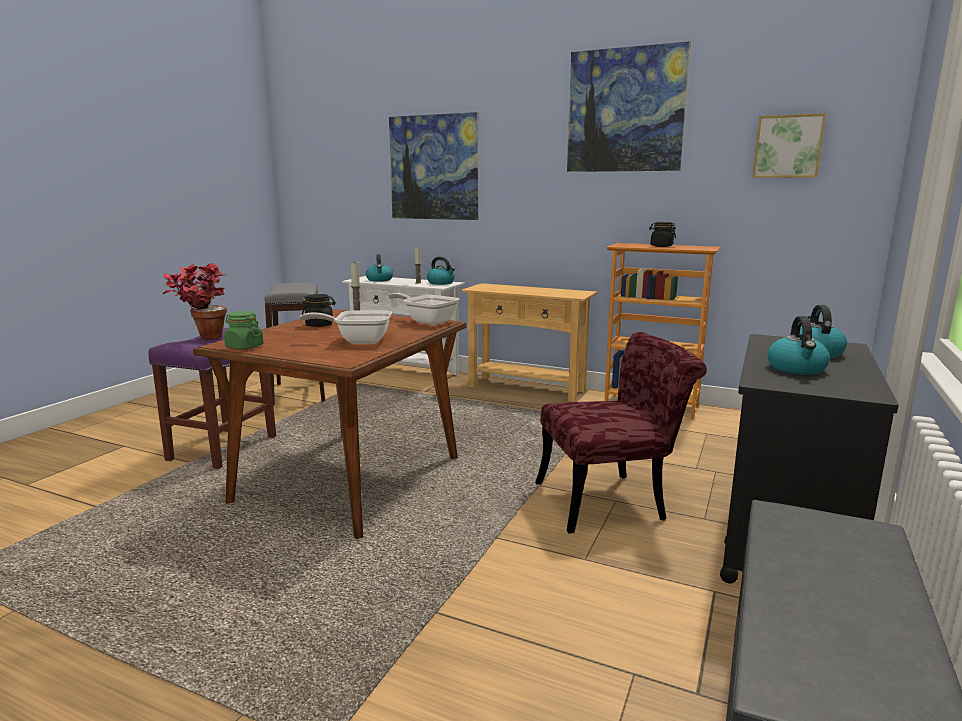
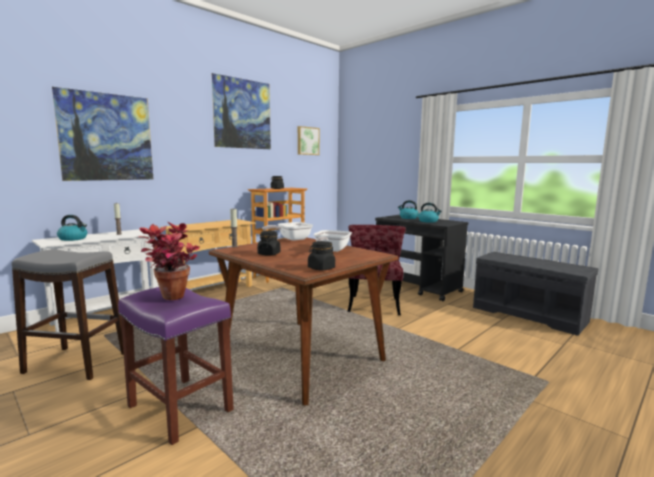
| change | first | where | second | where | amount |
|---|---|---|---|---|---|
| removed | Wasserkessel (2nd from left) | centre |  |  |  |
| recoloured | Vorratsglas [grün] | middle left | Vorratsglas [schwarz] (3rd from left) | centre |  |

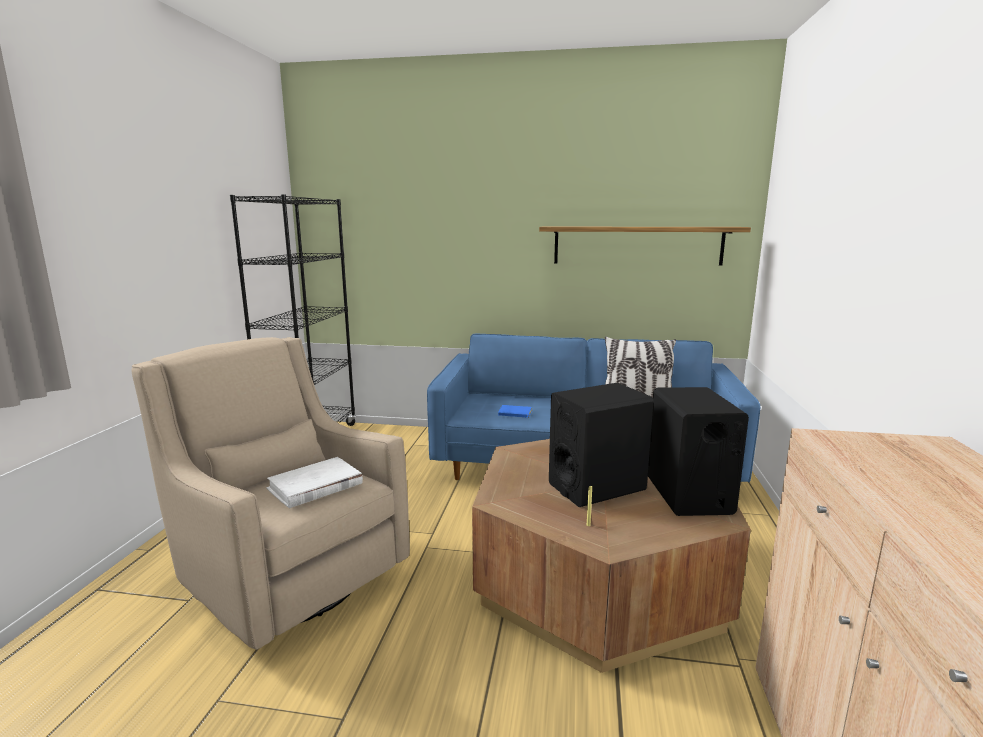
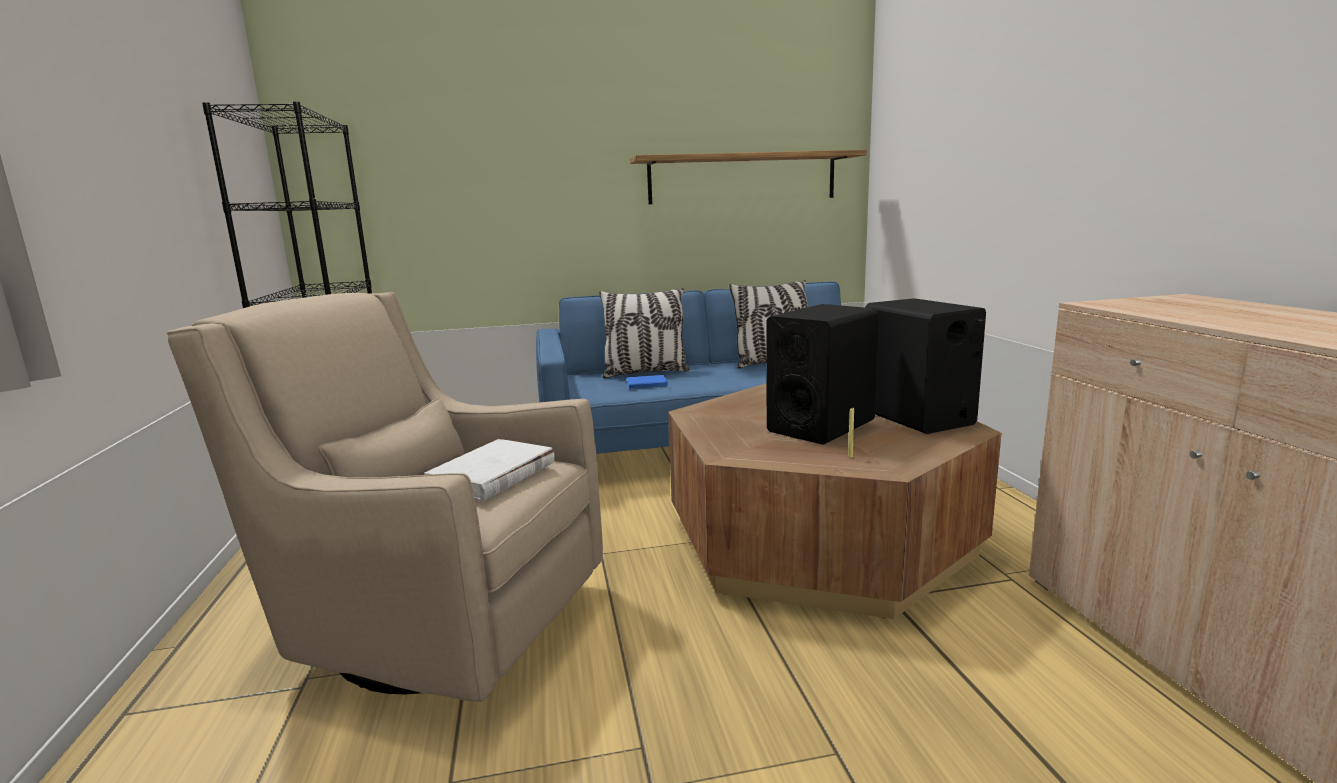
| change | first | where | second | where | amount |
|---|---|---|---|---|---|
| added |  |  | Kissen (1st from left) | centre |  |

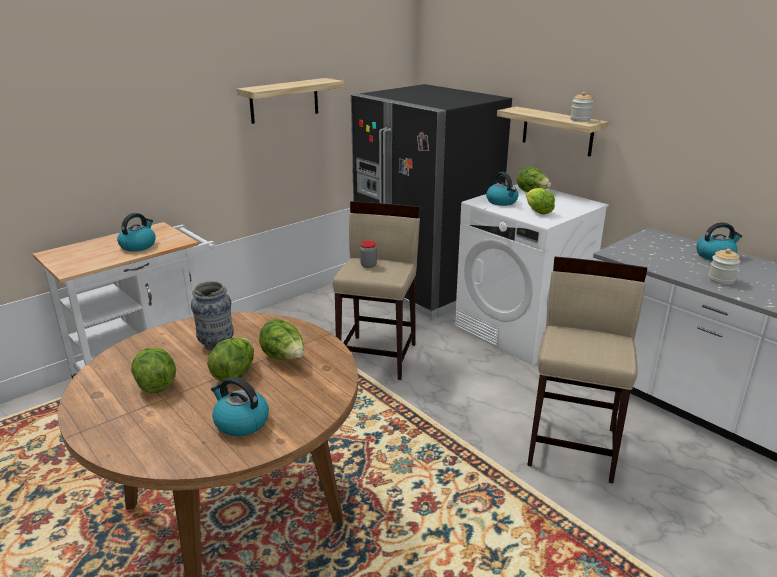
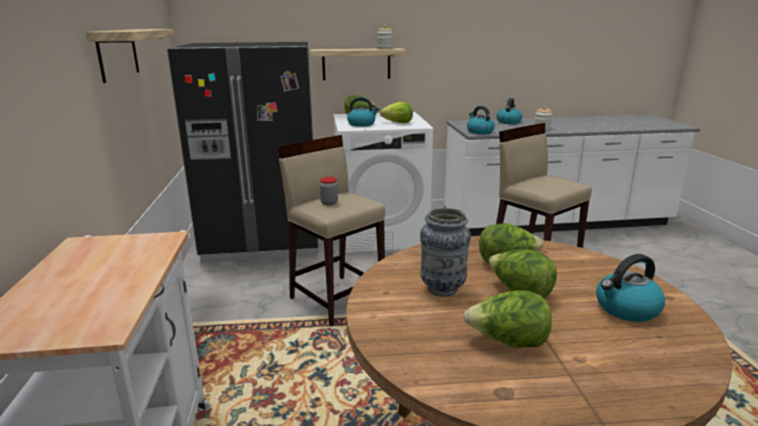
| change | first | where | second | where | amount |
|---|---|---|---|---|---|
| moved | Wasserkessel (1st from left in the first image) | middle left | Wasserkessel (2nd from left) | top centre |  |

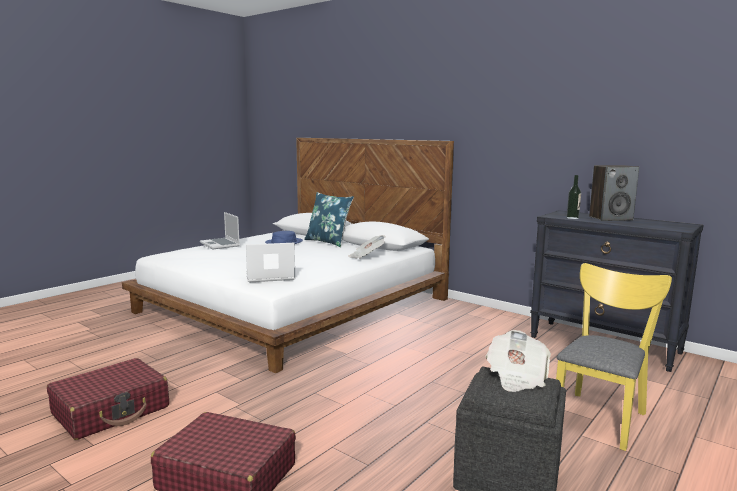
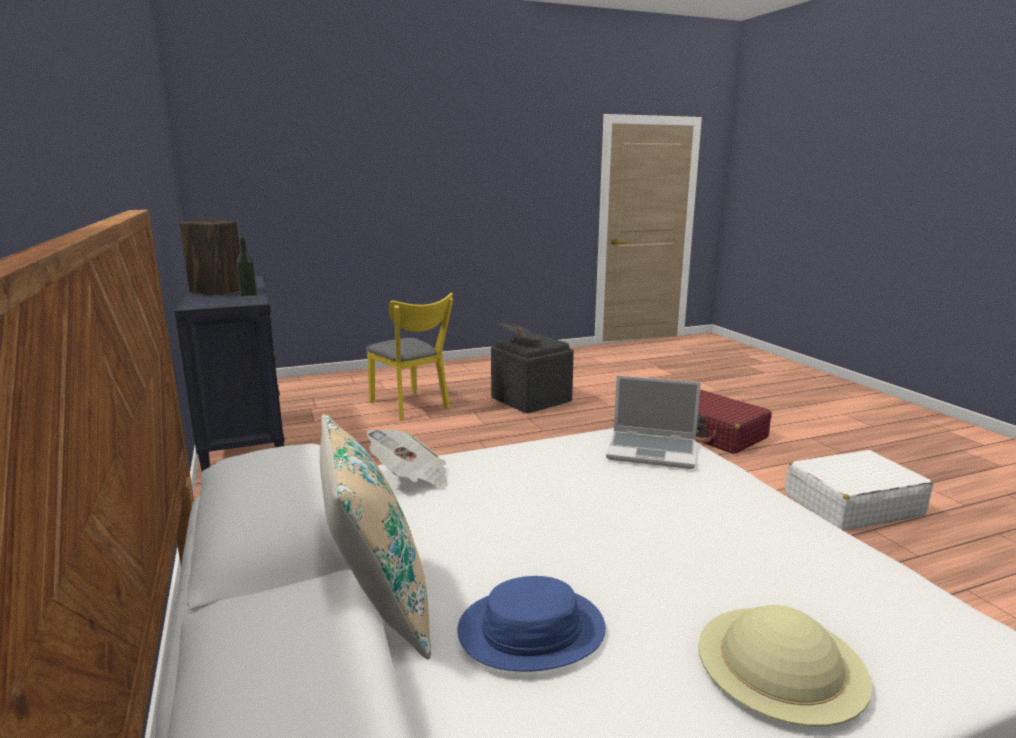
| change | first | where | second | where | amount |
|---|---|---|---|---|---|
| recoloured | Kissen [blau] | centre | Kissen [beige] | bottom centre |  |
| replaced | Laptop (1st from left) | middle left | Hut [beige] | bottom right |  |
| turned | Stuhl [gelb] | bottom right |  | centre | 105 degrees counterclockwise |
| recoloured | Koffer [rot] (1st from left) | bottom left | Koffer [weiß] | middle right |  |

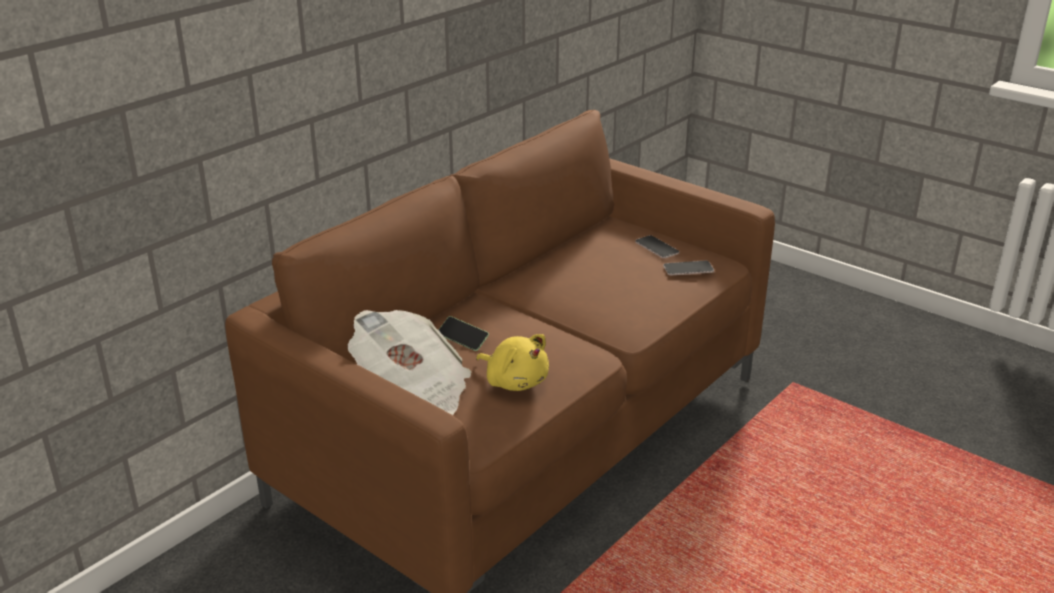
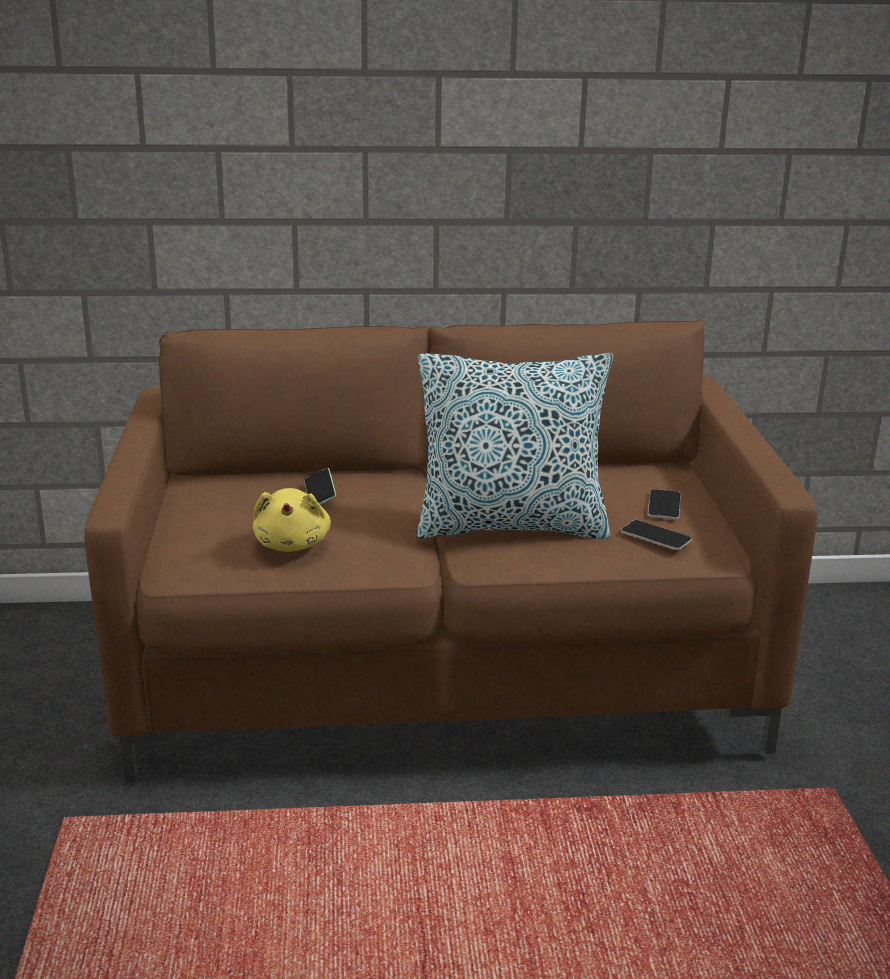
| change | first | where | second | where | amount |
|---|---|---|---|---|---|
| removed | Zeitung | centre |  |  |  |
| added |  |  | Kissen | centre |  |

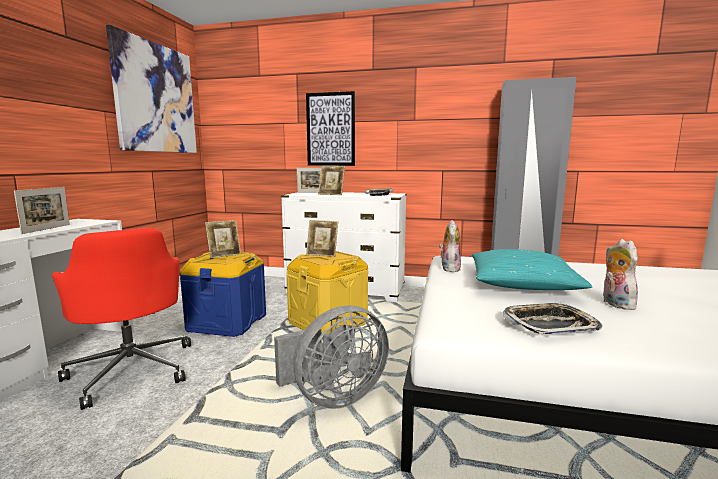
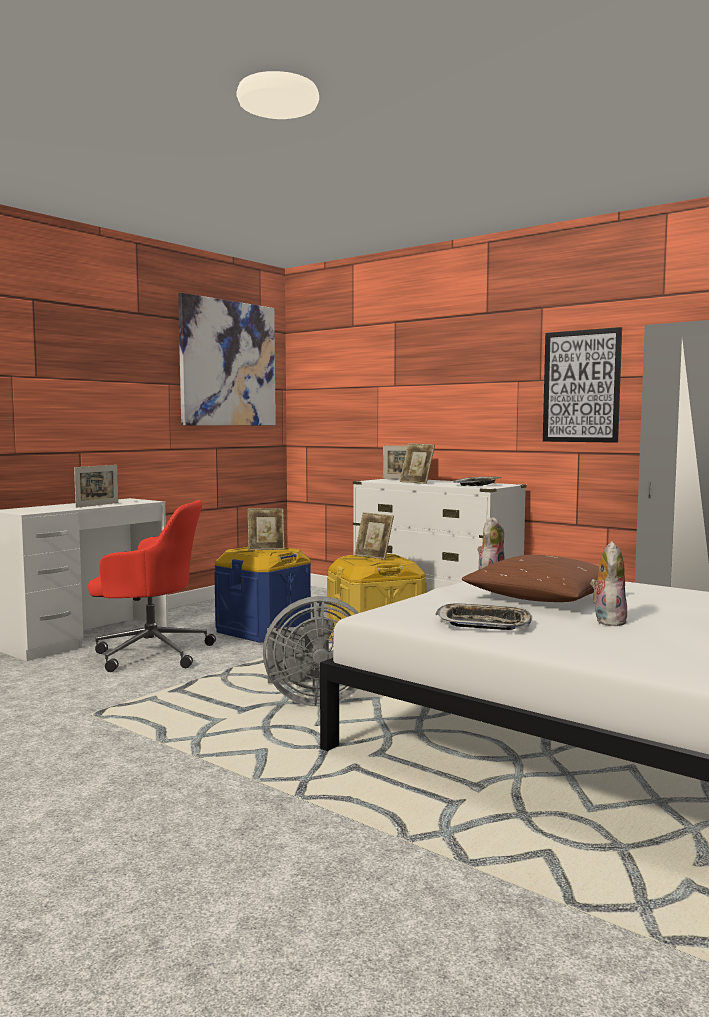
| change | first | where | second | where | amount |
|---|---|---|---|---|---|
| moved | Bild (2nd from left) | top centre |  | middle right |  |
| turned | Bürostuhl [rot] | middle left |  | middle left | 75 degrees counterclockwise |
| recoloured | Kissen [türkis] | middle right | Kissen [braun] | middle right |  |

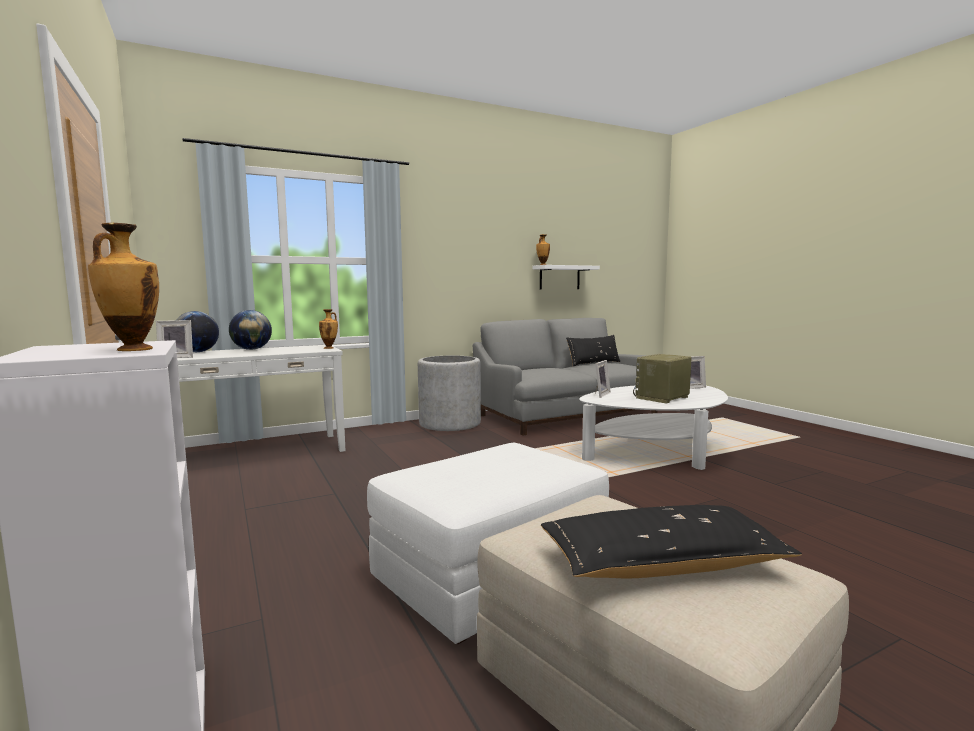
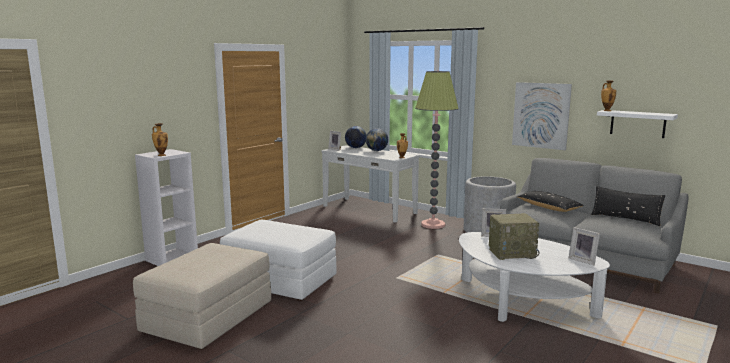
| change | first | where | second | where | amount |
|---|---|---|---|---|---|
| turned | Radio | middle right |  | middle right | 150 degrees clockwise |
| moved | Kissen [schwarz] (2nd from left in the first image) | bottom right | Kissen [schwarz] (1st from left) | middle right |  |
| added |  |  | Stehlampe | centre |  |
| added |  |  | Bild | top right |  |

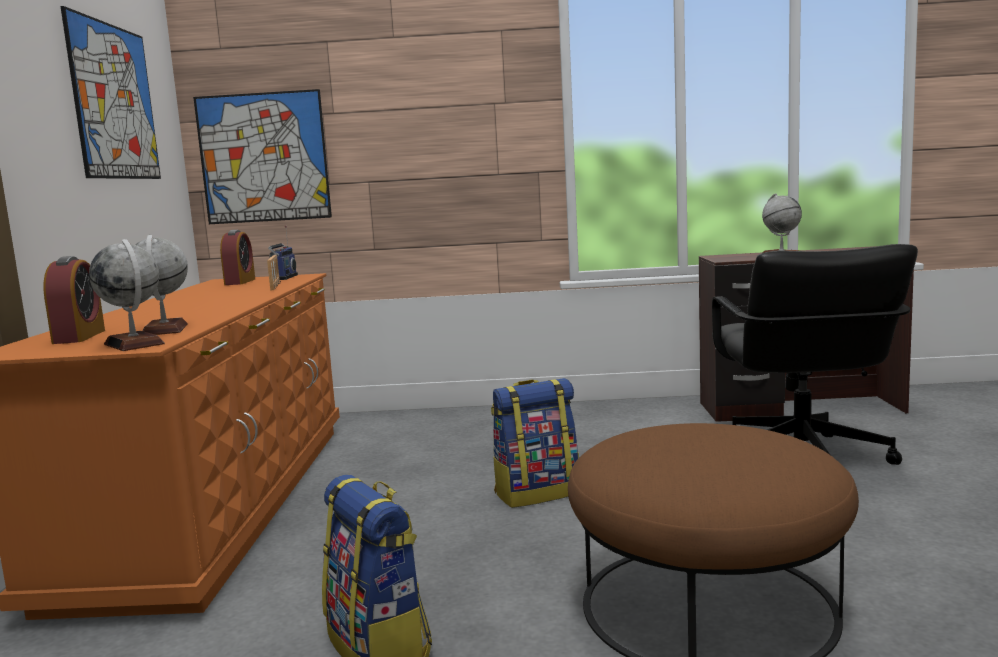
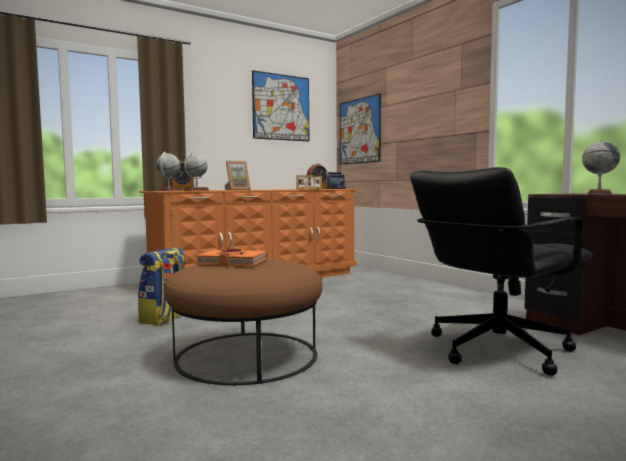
| change | first | where | second | where | amount |
|---|---|---|---|---|---|
| removed | Rucksack (2nd from left) | bottom centre |  |  |  |
| added |  |  | Bilderrahmen (1st from left) | centre |  |
| added |  |  | Buch [orange] | centre |  |

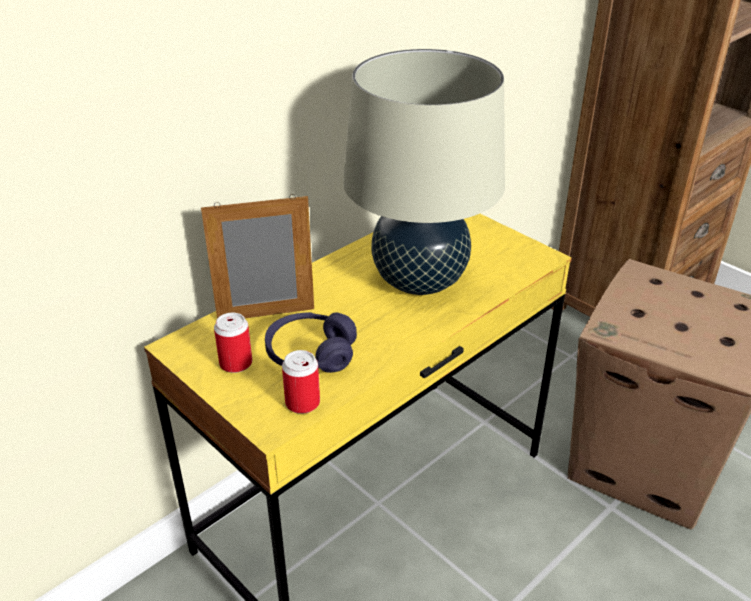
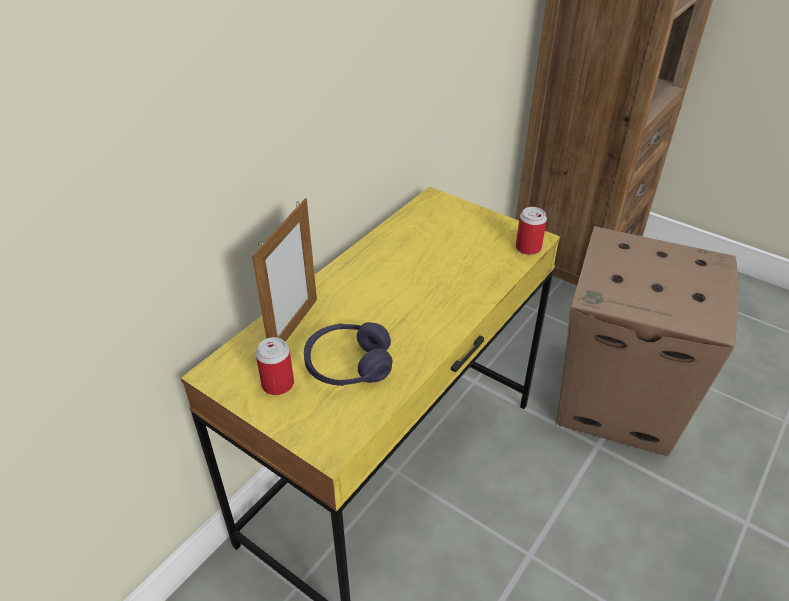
| change | first | where | second | where | amount |
|---|---|---|---|---|---|
| removed | Tischlampe [beige] | top centre |  |  |  |
| turned | Bilderrahmen | centre |  | centre | 135 degrees clockwise |
| moved | Dose (2nd from left) | centre |  | middle right |  |

